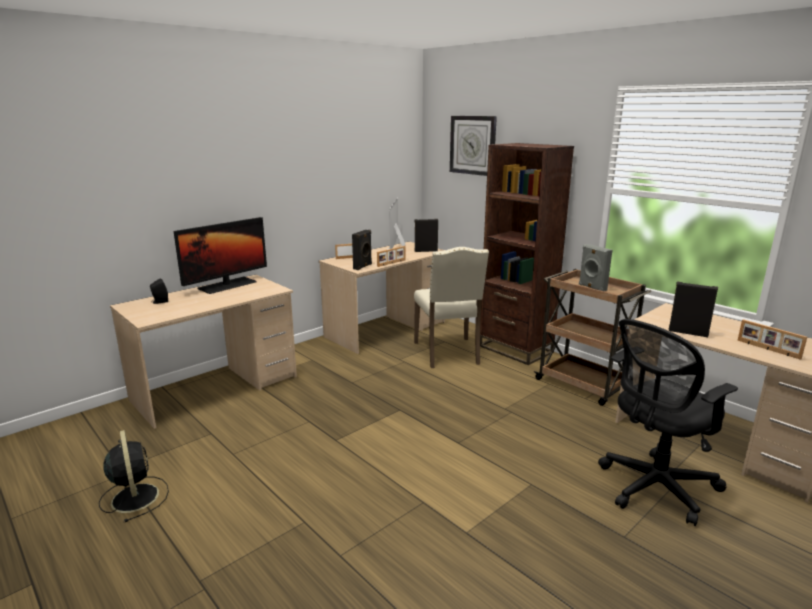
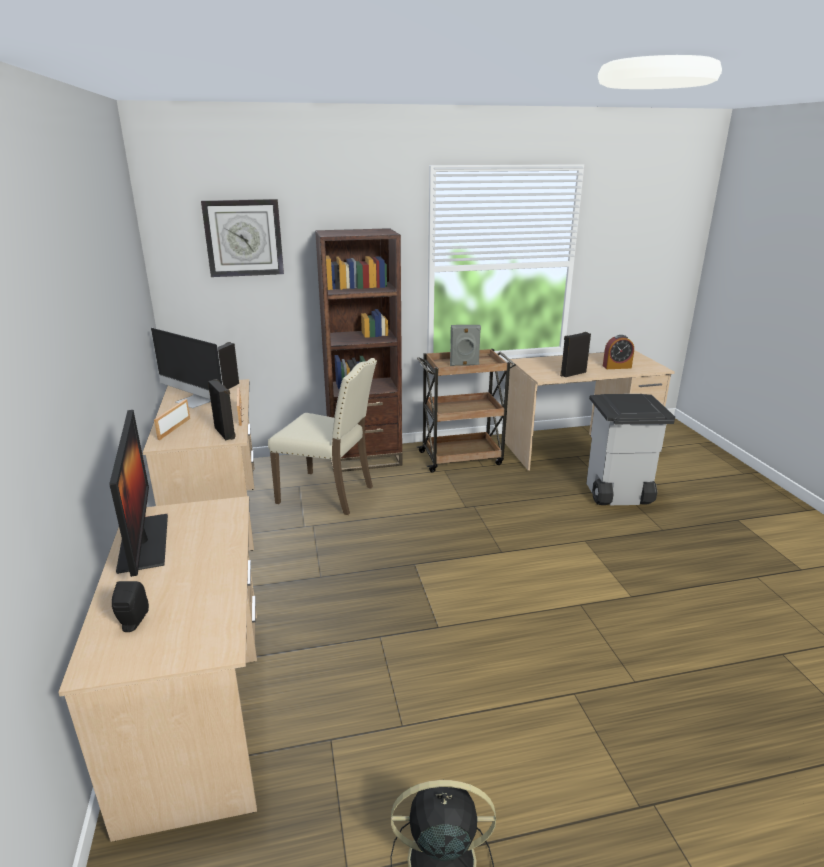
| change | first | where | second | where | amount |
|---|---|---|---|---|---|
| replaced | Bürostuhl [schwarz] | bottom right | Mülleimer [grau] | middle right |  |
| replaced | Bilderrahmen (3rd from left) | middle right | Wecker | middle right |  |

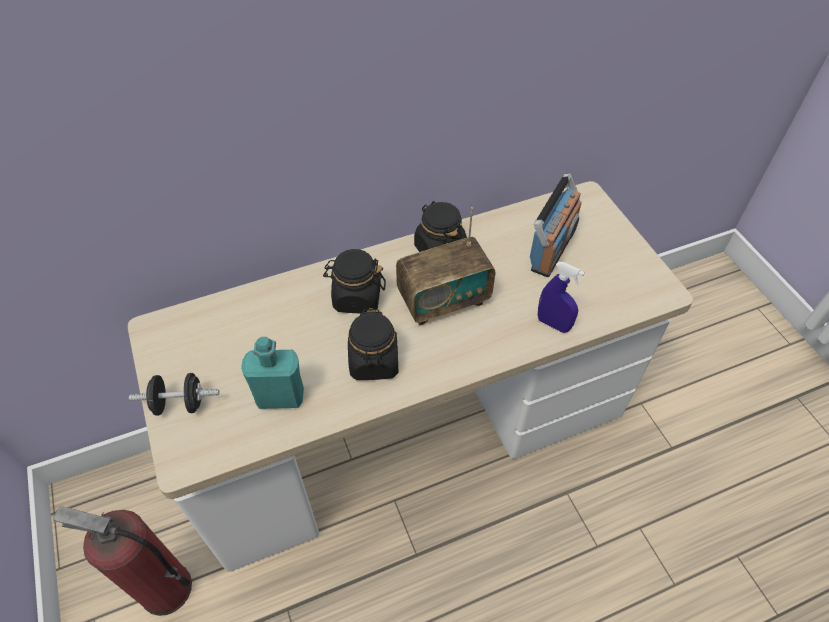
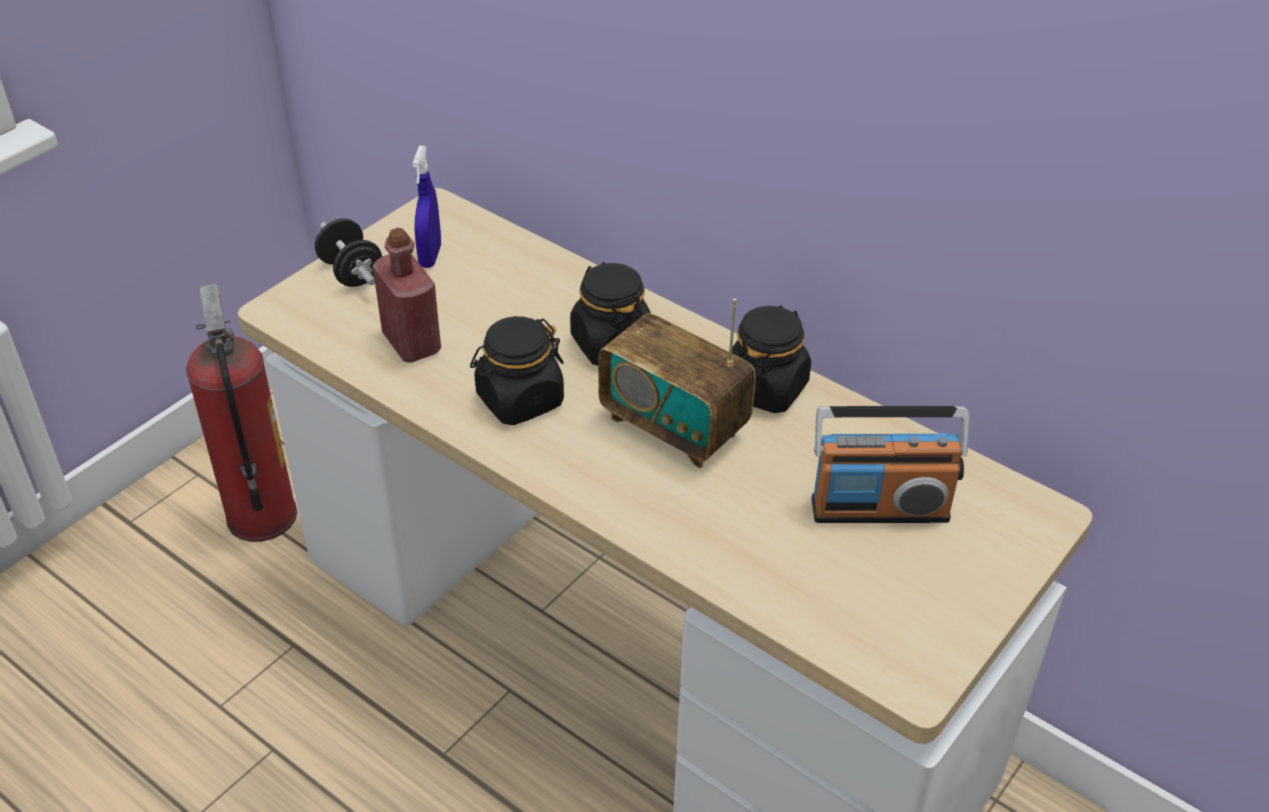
| change | first | where | second | where | amount |
|---|---|---|---|---|---|
| moved | Sprühflasche [blau] | middle right |  | top centre |  |
| recoloured | Flasche [türkis] | middle left | Flasche [rot] | middle left |  |

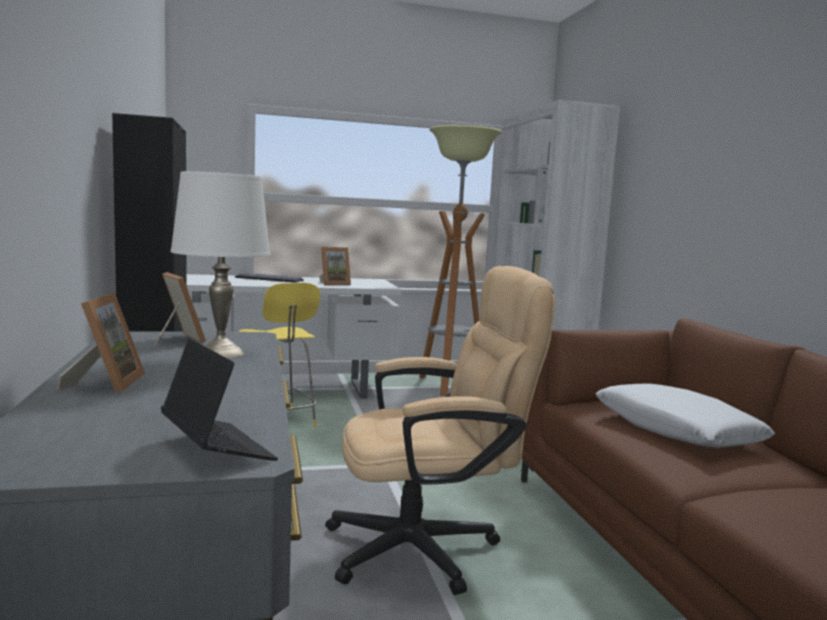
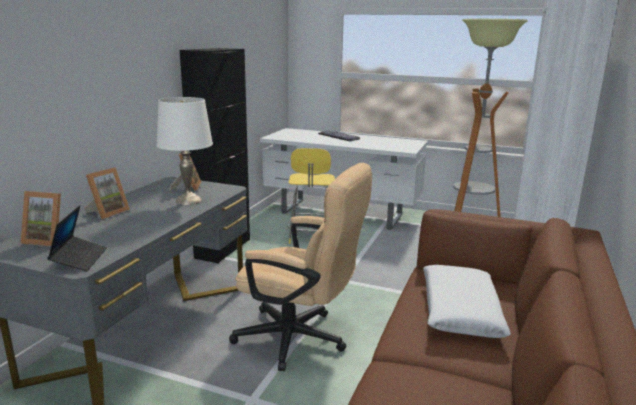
| change | first | where | second | where | amount |
|---|---|---|---|---|---|
| moved | Bilderrahmen (3rd from left in the first image) | centre | Bilderrahmen (1st from left) | middle left |  |

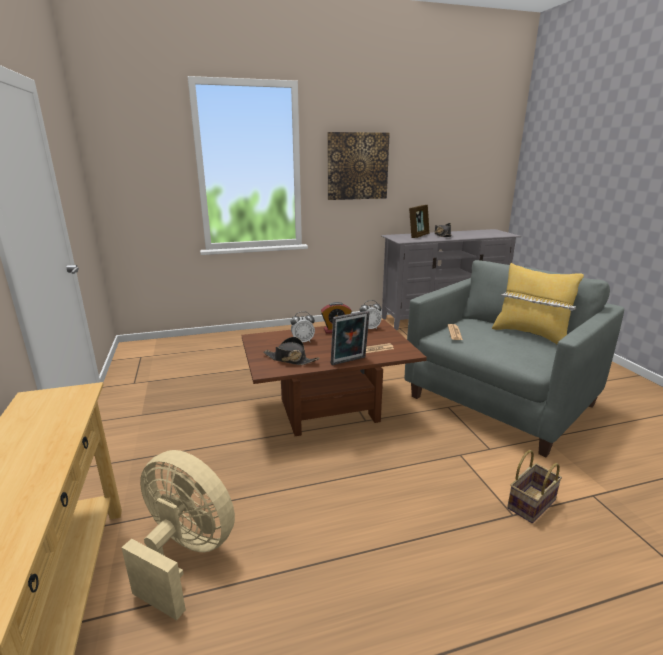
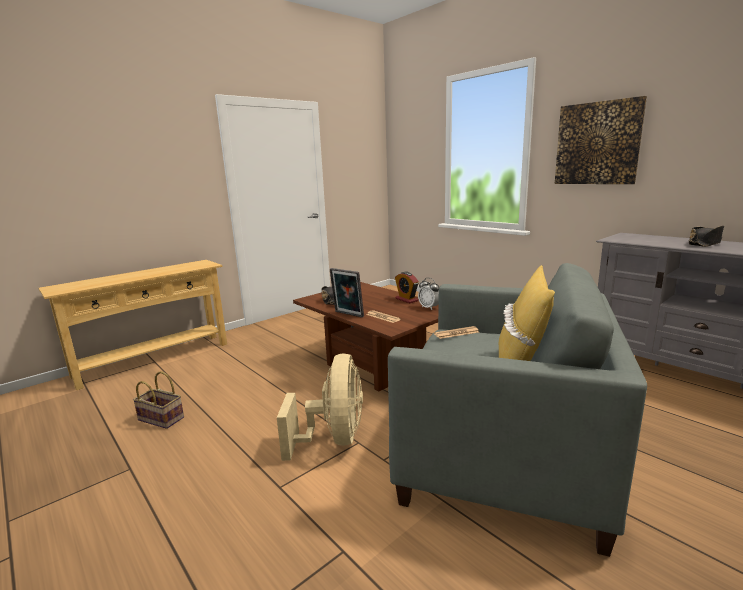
| change | first | where | second | where | amount |
|---|---|---|---|---|---|
| removed | Bilderrahmen (2nd from left) | centre |  |  |  |
| removed | Wecker (1st from left) | centre |  |  |  |
| moved | Ventilator [beige] | bottom left |  | bottom centre |  |
| moved | Korb | bottom right |  | bottom left |  |

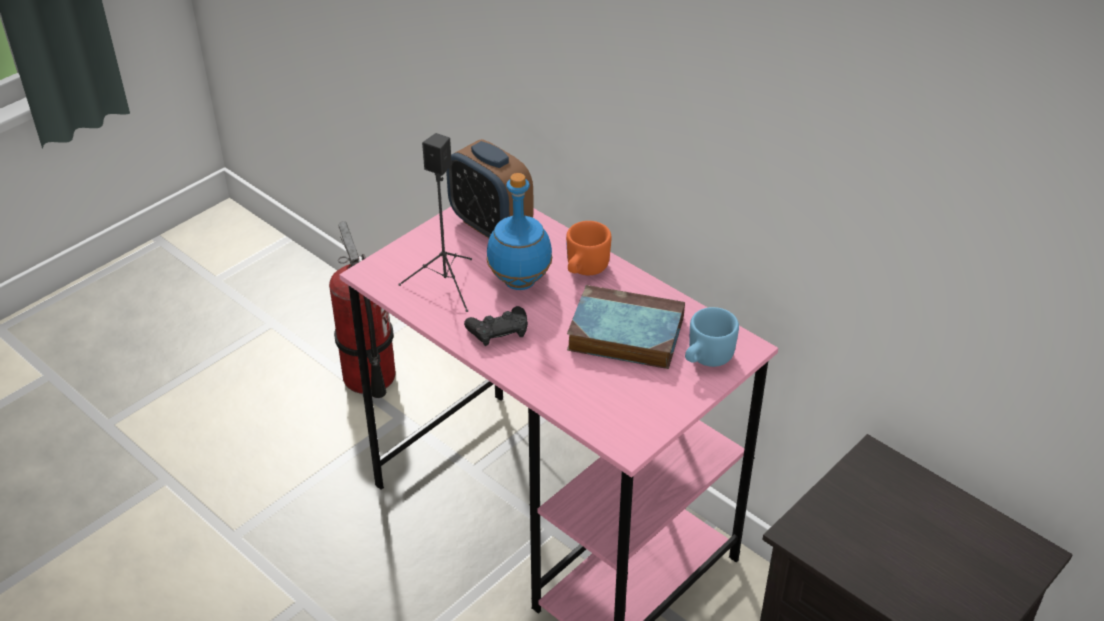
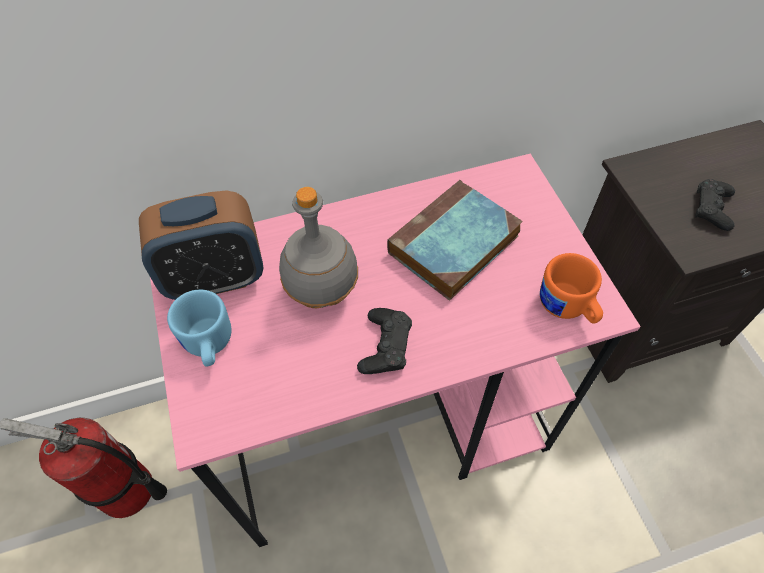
| change | first | where | second | where | amount |
|---|---|---|---|---|---|
| removed | Lautsprecher [schwarz] | centre |  |  |  |
| recoloured | Flasche [blau] | centre | Flasche [grau] | centre |  |
| moved | Henkelbecher [orange] | centre |  | middle right |  |
| moved | Henkelbecher [blau] | centre |  | middle left |  |
| added |  |  | Gamepad [schwarz] (2nd from left) | middle right |  |

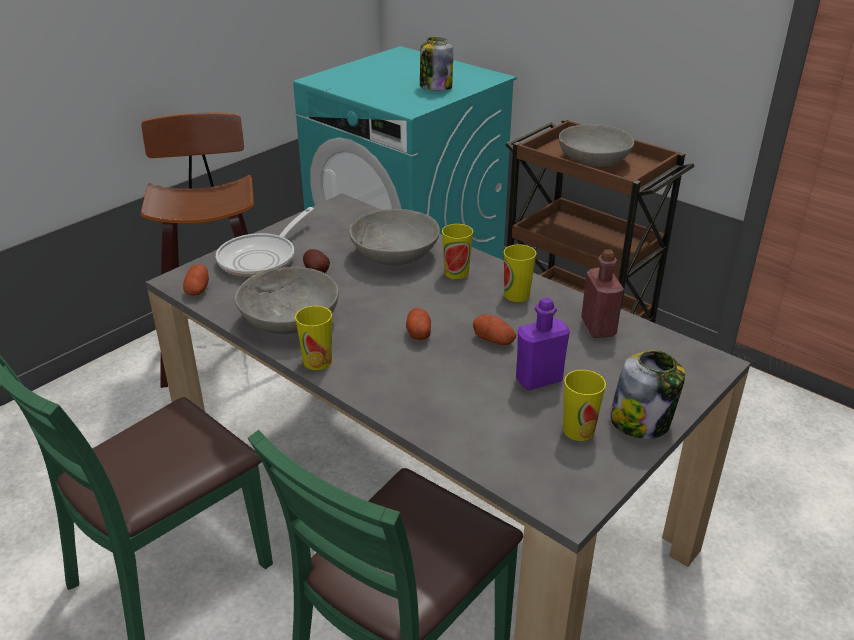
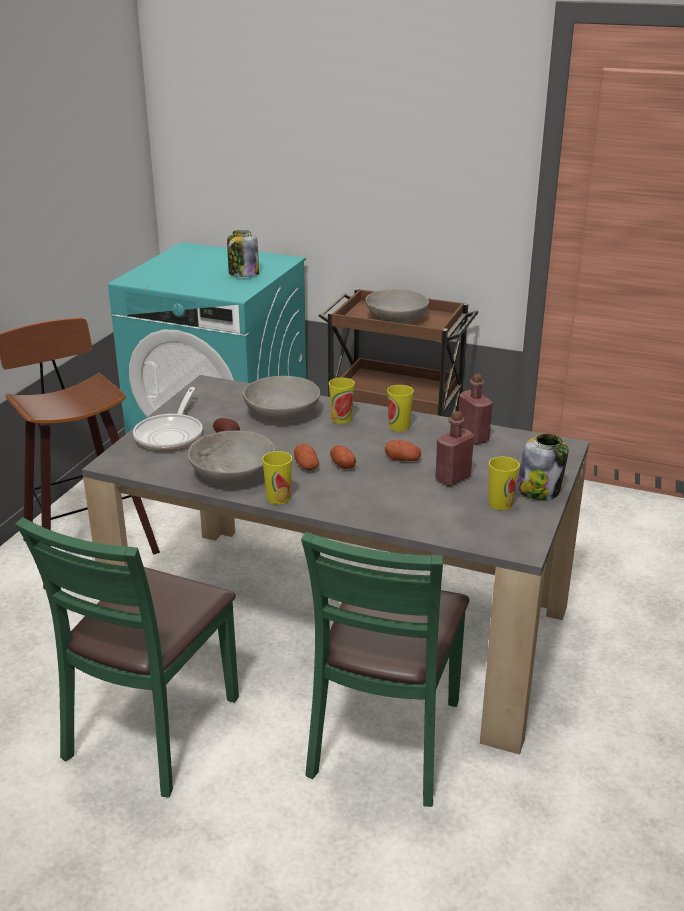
| change | first | where | second | where | amount |
|---|---|---|---|---|---|
| moved | Kartoffel (1st from left in the first image) | middle left | Kartoffel (2nd from left) | centre |  |
| recoloured | Flasche [lila] | centre | Flasche [rot] (1st from left) | centre |  |

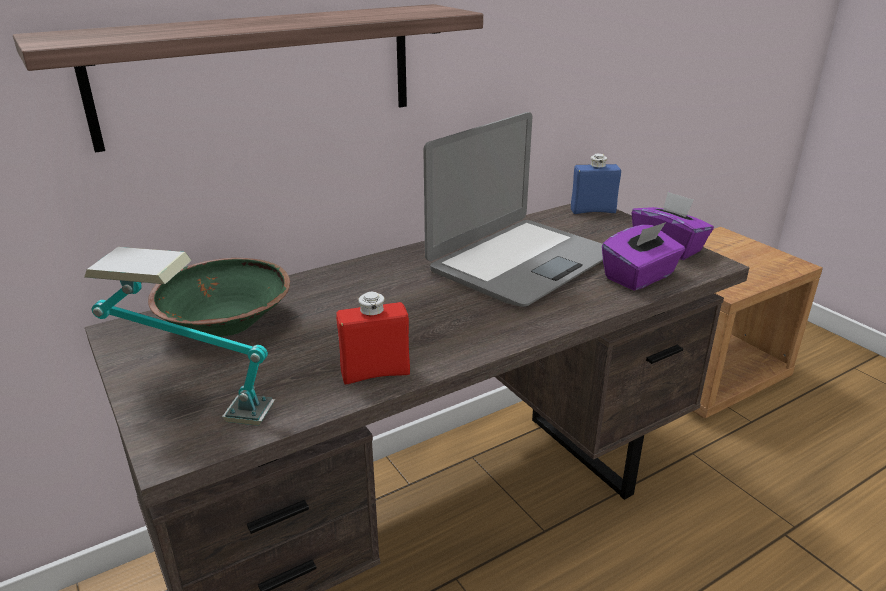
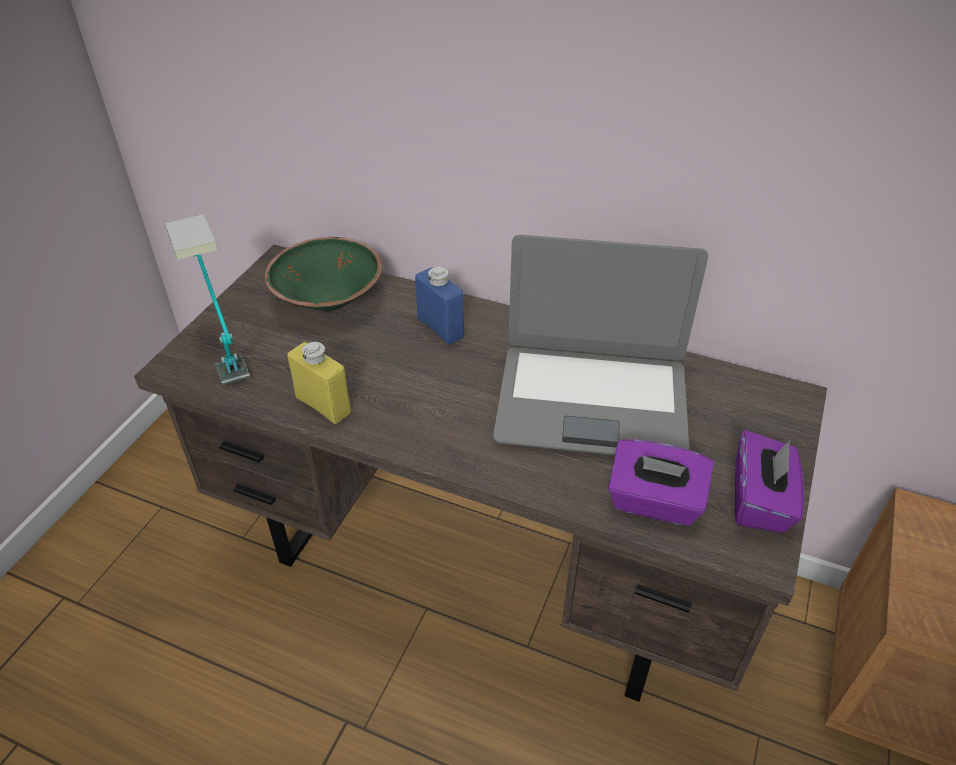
| change | first | where | second | where | amount |
|---|---|---|---|---|---|
| removed | Wandregal | top left |  |  |  |
| moved | Flasche [blau] | top right |  | centre |  |
| recoloured | Flasche [rot] | centre | Flasche [gelb] | centre |  |

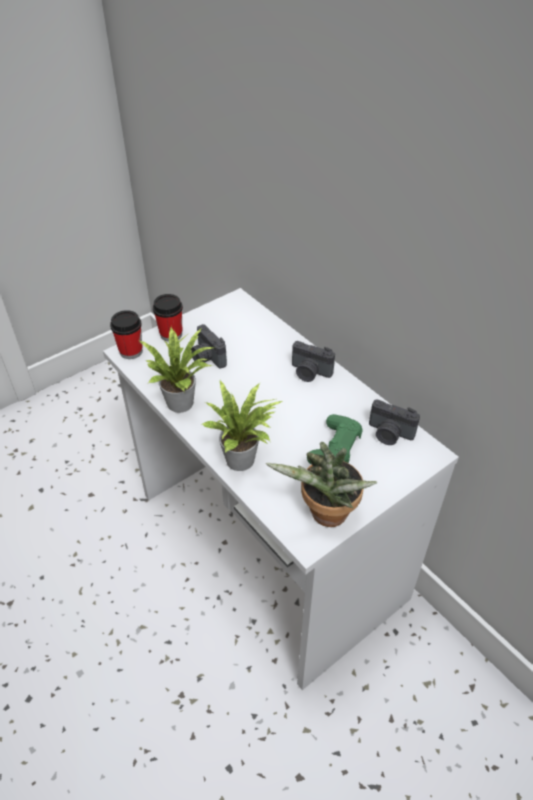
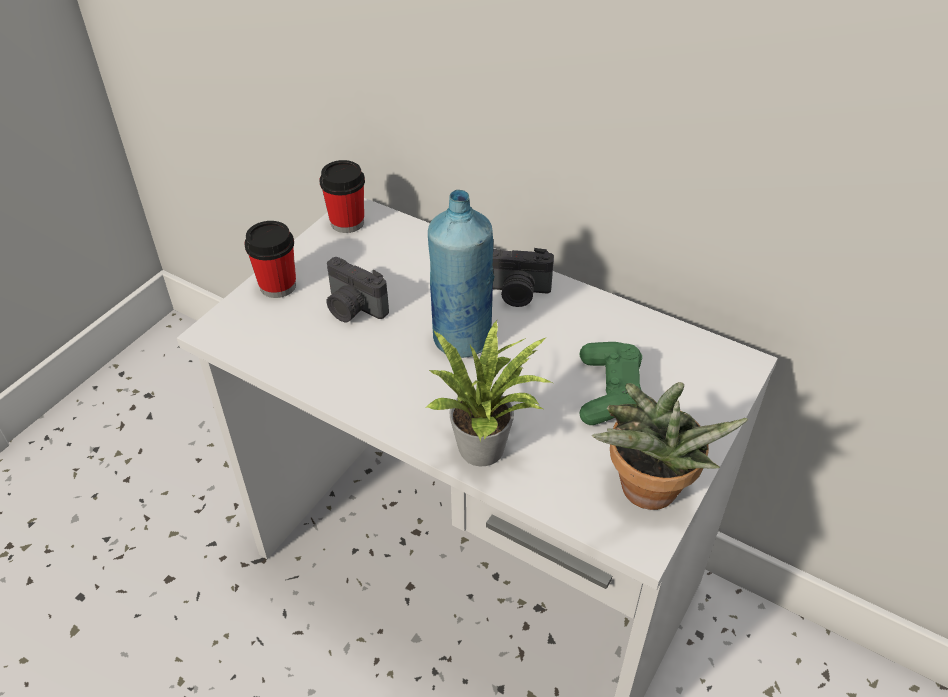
| change | first | where | second | where | amount |
|---|---|---|---|---|---|
| moved | Tasse (1st from left in the first image) | middle left | Tasse (2nd from left) | top centre |  |
| removed | Topfpflanze (1st from left) | middle left |  |  |  |
| removed | Kamera (3rd from left) | middle right |  |  |  |
| added |  |  | Flasche [blau] | centre |  |

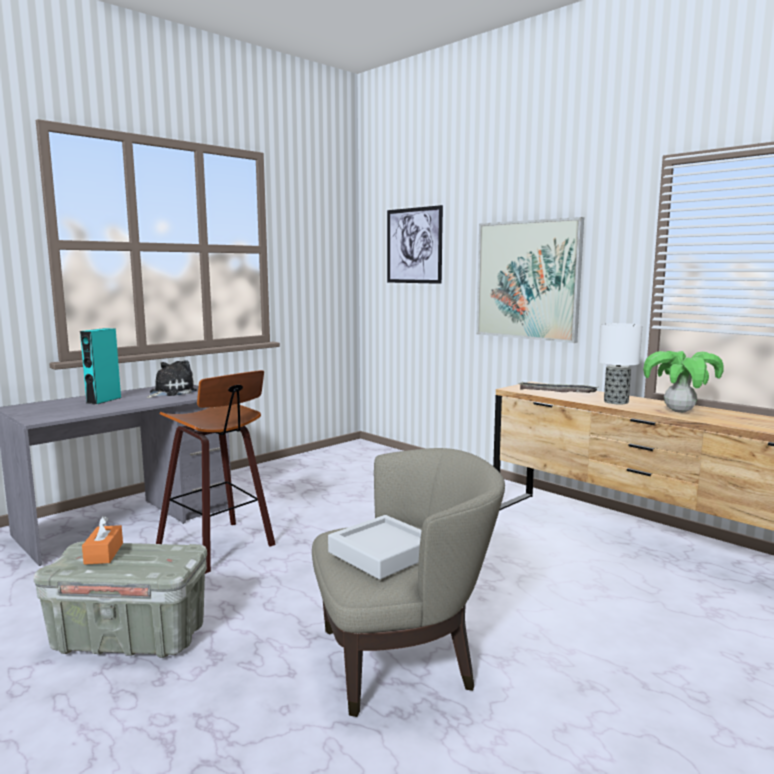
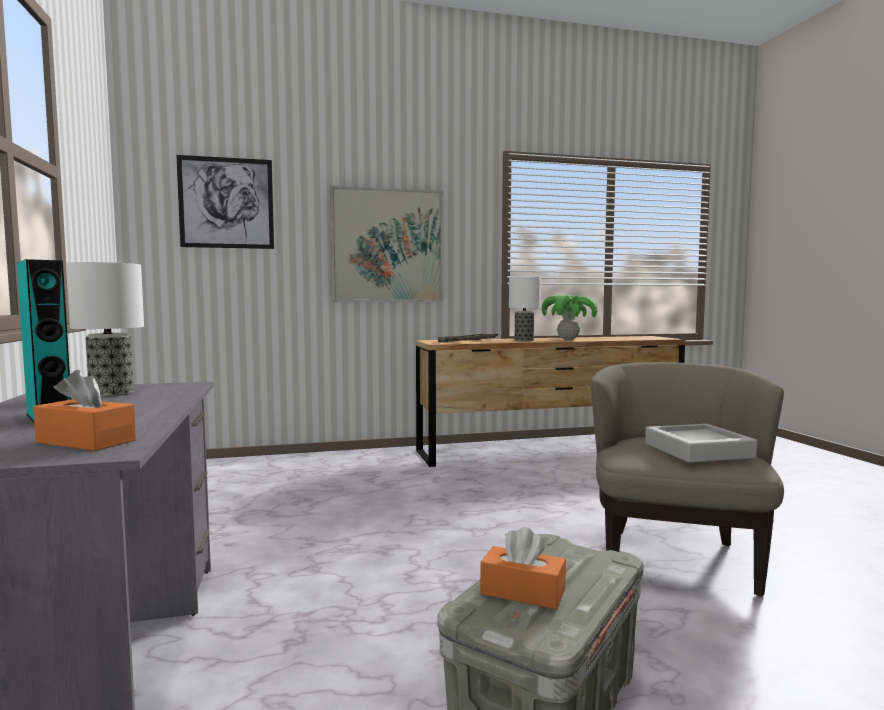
| change | first | where | second | where | amount |
|---|---|---|---|---|---|
| replaced | Plüschtier | middle left | Tischlampe (1st from left) | middle left |  |
| removed | Hocker | middle left |  |  |  |
| added |  |  | Taschentuchbox [orange] (1st from left) | middle left |  |

